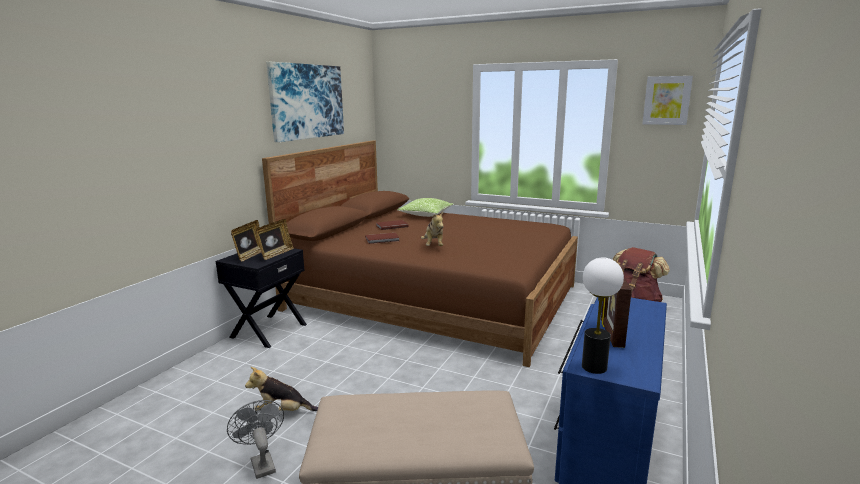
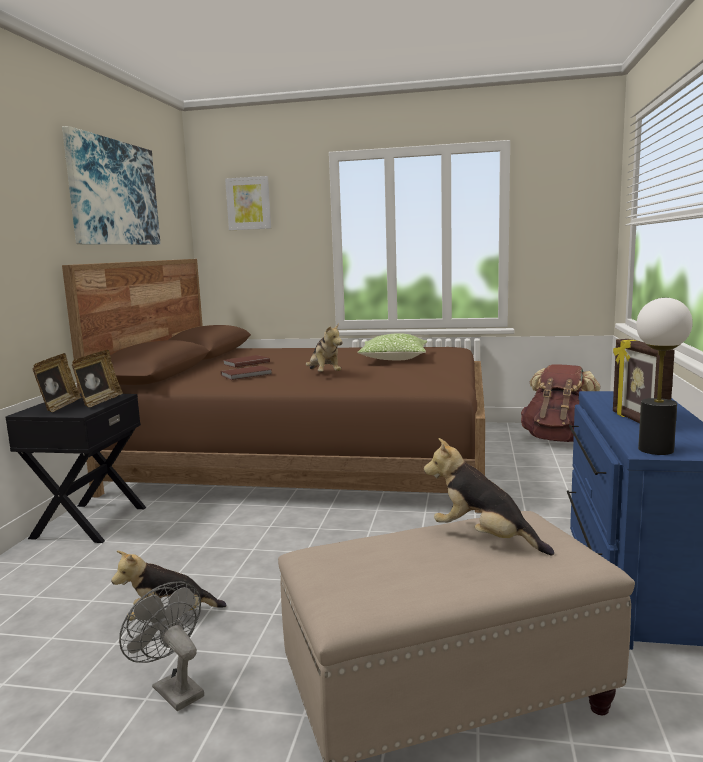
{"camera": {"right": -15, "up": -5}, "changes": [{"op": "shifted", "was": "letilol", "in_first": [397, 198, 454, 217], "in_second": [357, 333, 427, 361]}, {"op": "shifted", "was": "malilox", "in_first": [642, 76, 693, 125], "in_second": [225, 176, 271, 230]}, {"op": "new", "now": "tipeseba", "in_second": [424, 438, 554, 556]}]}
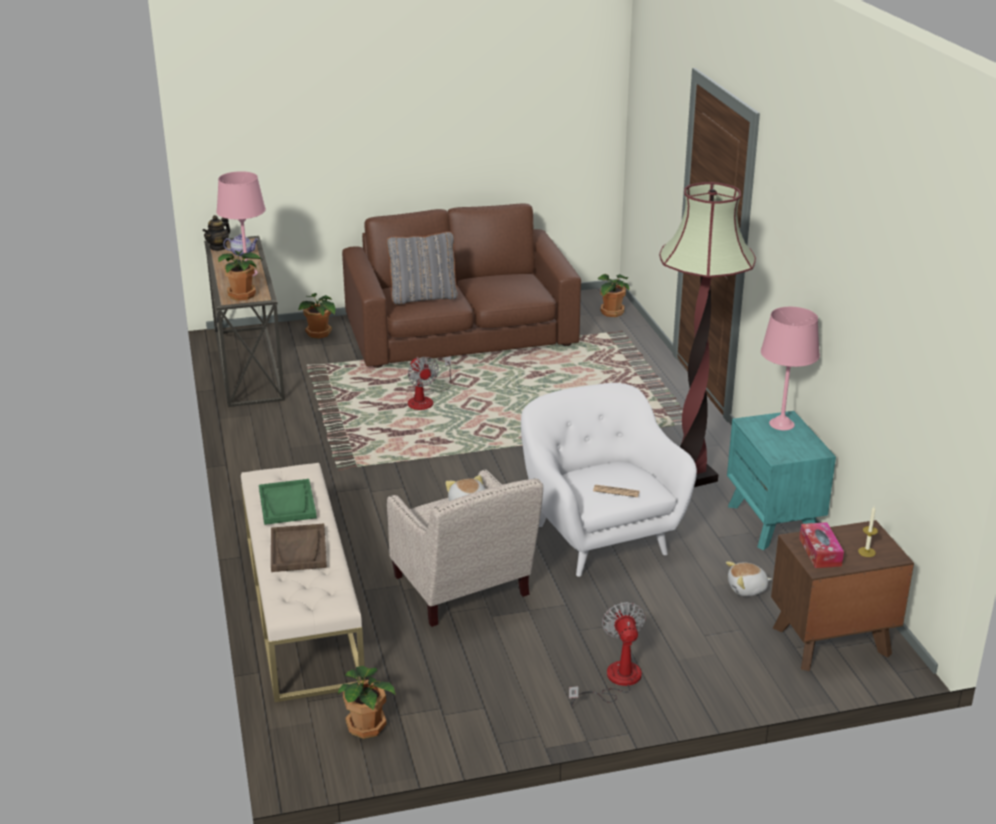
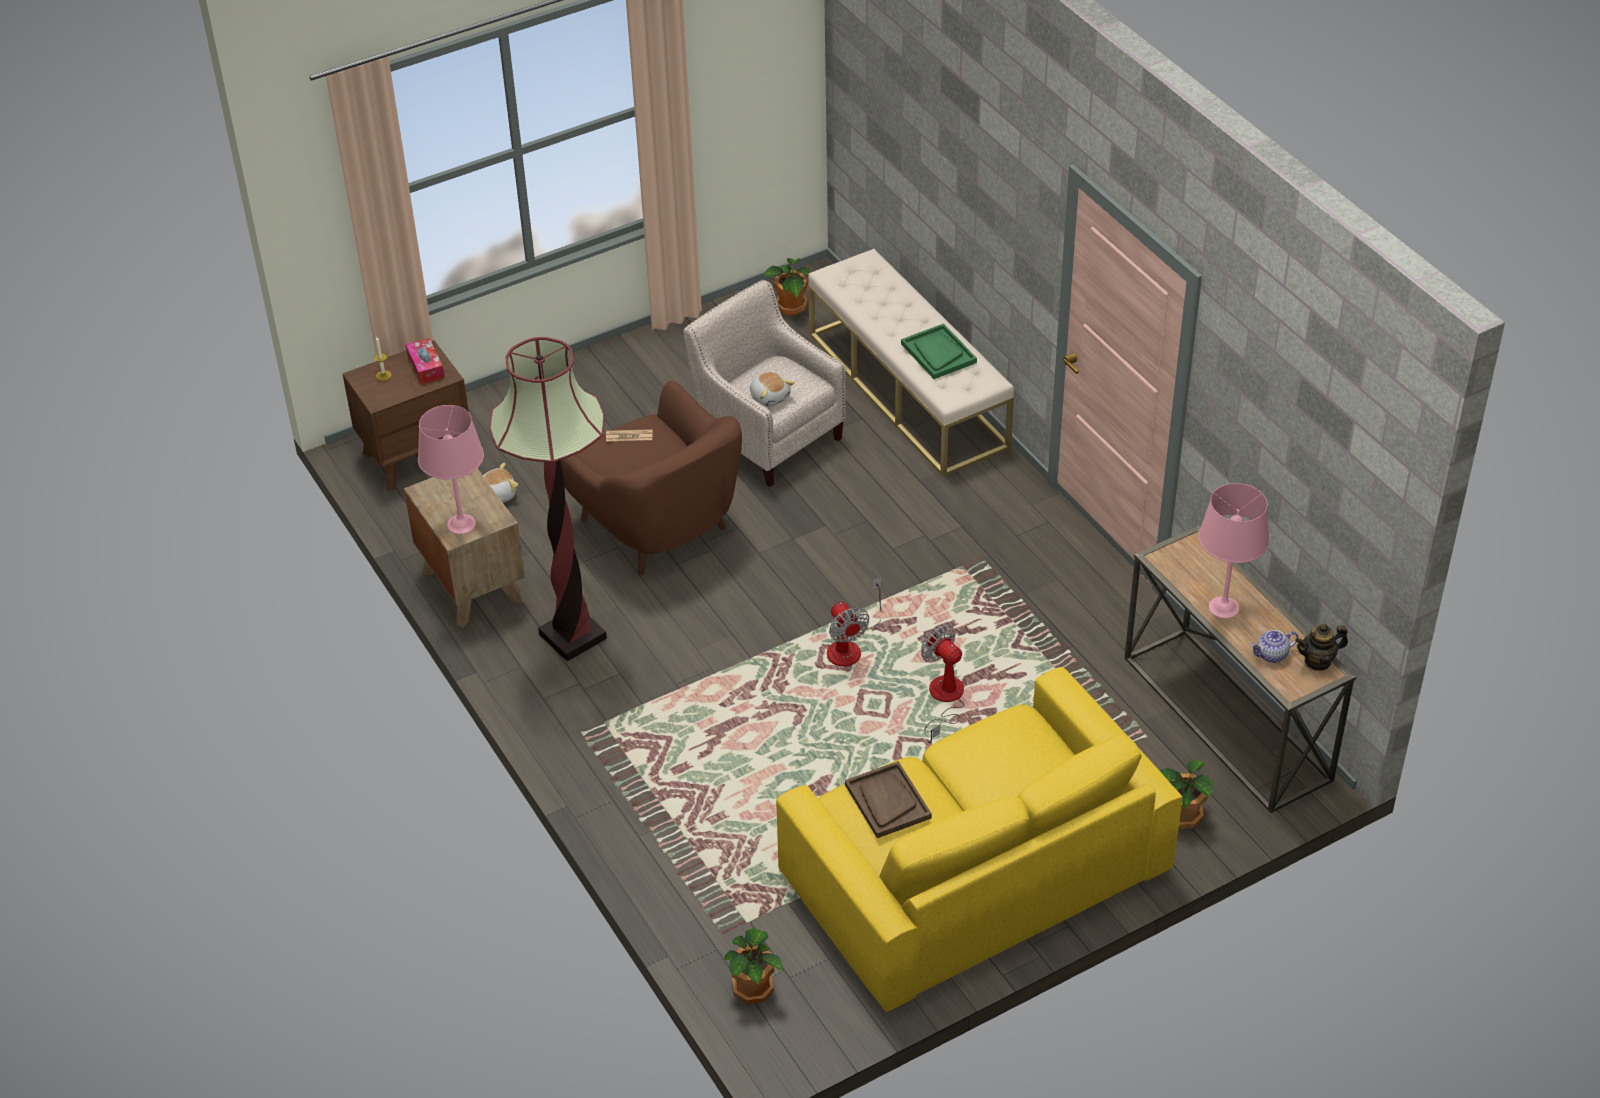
{"camera": {"right": 165, "up": 15}, "changes": [{"op": "rotated", "was": "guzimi", "in_first": [202, 215, 230, 251], "in_second": [1295, 624, 1348, 671], "clockwise": -120}, {"op": "gone", "was": "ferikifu", "in_first": [218, 250, 262, 301]}, {"op": "shifted", "was": "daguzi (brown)", "in_first": [271, 524, 327, 572], "in_second": [845, 761, 932, 838]}, {"op": "repainted", "was": "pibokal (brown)", "now": "pibokal (yellow)", "in_first": [342, 204, 581, 368], "in_second": [776, 667, 1183, 1012]}, {"op": "gone", "was": "letilol (grey)", "in_first": [387, 232, 458, 305]}, {"op": "repainted", "was": "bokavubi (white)", "now": "bokavubi (brown)", "in_first": [521, 383, 697, 577], "in_second": [560, 381, 742, 575]}, {"op": "shifted", "was": "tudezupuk", "in_first": [569, 602, 645, 707], "in_second": [827, 577, 882, 666]}, {"op": "repainted", "was": "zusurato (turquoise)", "now": "zusurato (brown)", "in_first": [727, 411, 836, 550], "in_second": [404, 469, 525, 627]}]}
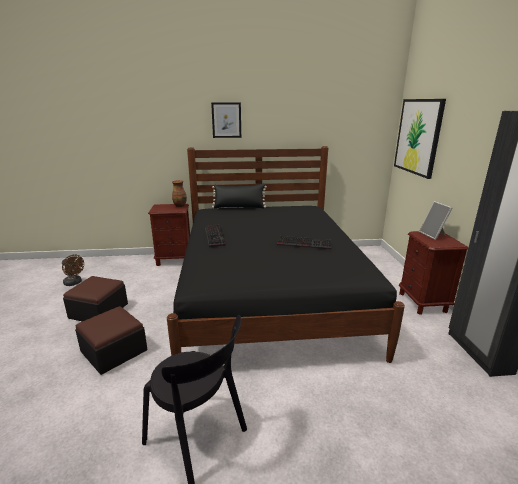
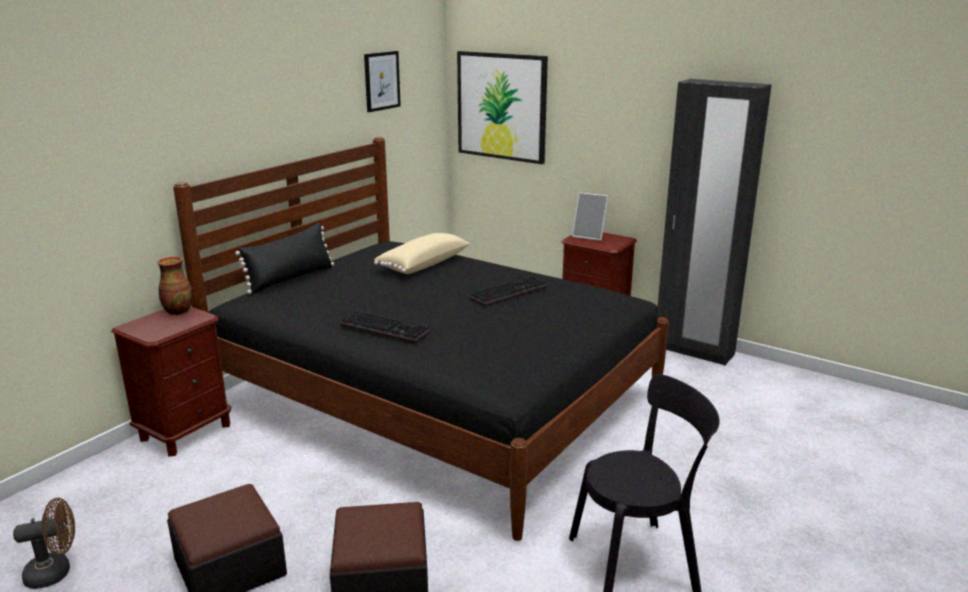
{"camera": {"right": -50, "up": 0}, "changes": [{"op": "shifted", "was": "malilox", "in_first": [211, 103, 241, 138], "in_second": [364, 51, 401, 112]}, {"op": "new", "now": "letilol (beige)", "in_second": [374, 233, 469, 274]}]}
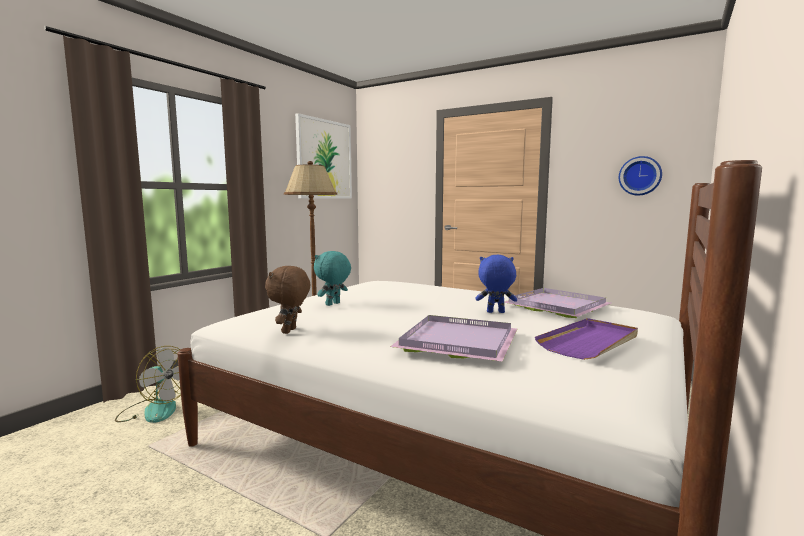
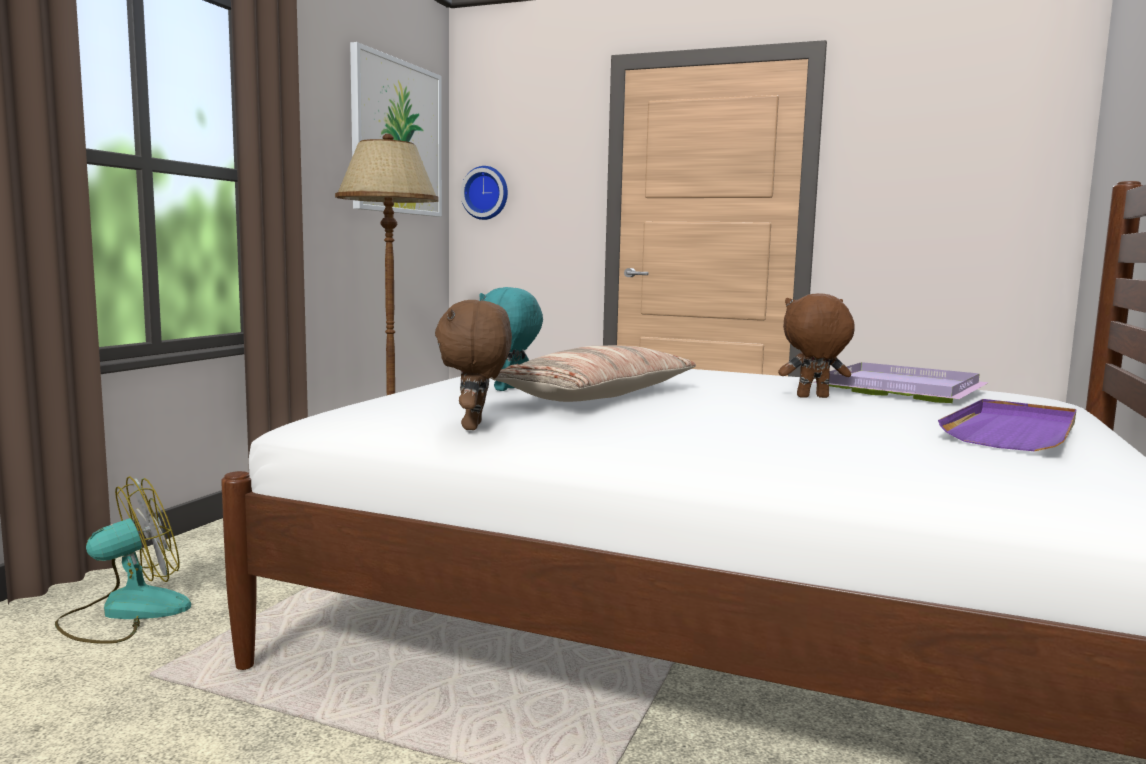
{"camera": {"right": -10, "up": 0}, "changes": [{"op": "rotated", "was": "tudezupuk", "in_first": [115, 346, 181, 423], "in_second": [55, 476, 191, 644], "clockwise": -60}, {"op": "gone", "was": "daguzi (purple)", "in_first": [390, 315, 517, 362]}, {"op": "repainted", "was": "tipeseba (blue)", "now": "tipeseba (brown)", "in_first": [476, 255, 517, 313], "in_second": [778, 293, 855, 398]}, {"op": "shifted", "was": "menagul", "in_first": [619, 156, 662, 196], "in_second": [461, 166, 508, 220]}, {"op": "new", "now": "letilol", "in_second": [490, 345, 696, 402]}]}
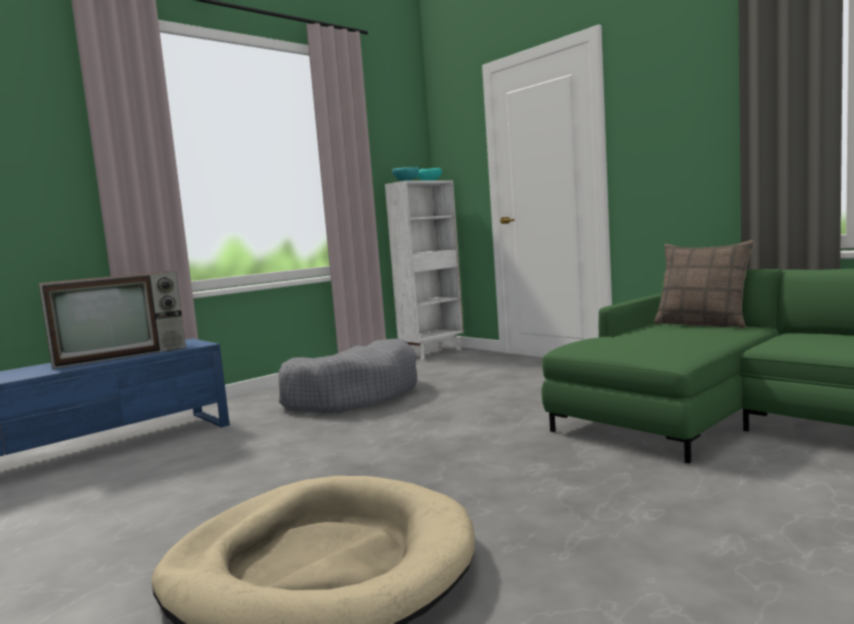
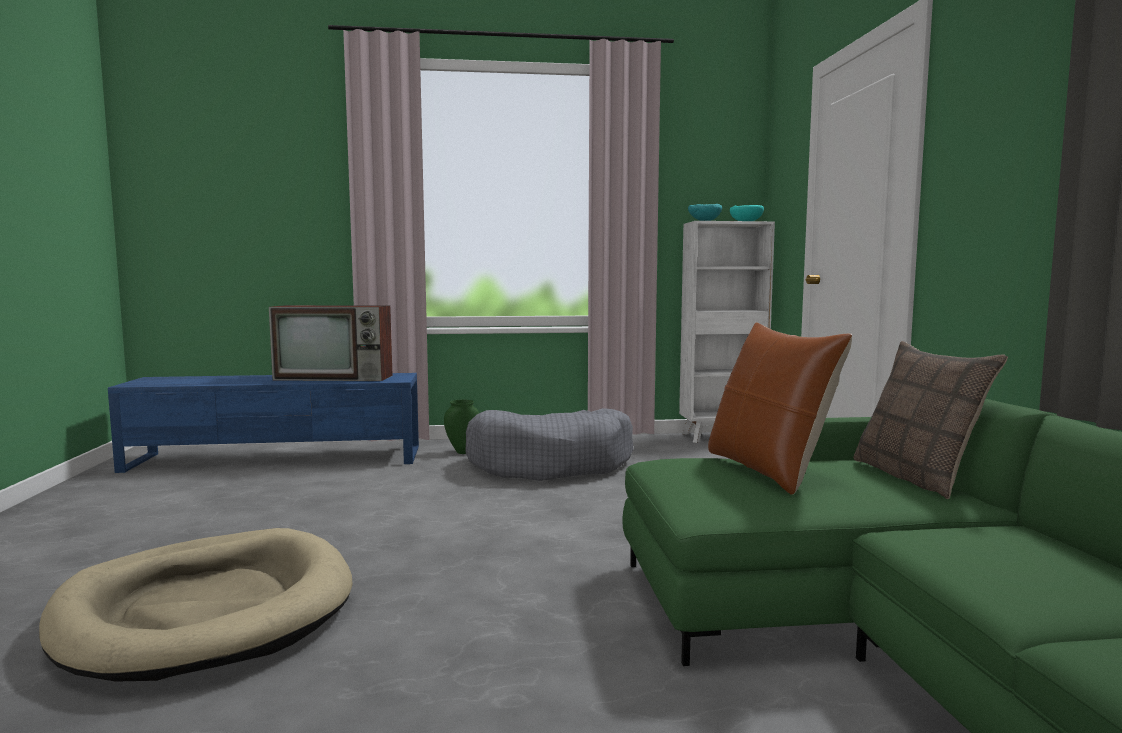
{"camera": {"right": 35, "up": 0}, "changes": [{"op": "new", "now": "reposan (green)", "in_second": [444, 400, 479, 454]}, {"op": "new", "now": "letilol (brown)", "in_second": [708, 322, 852, 495]}]}
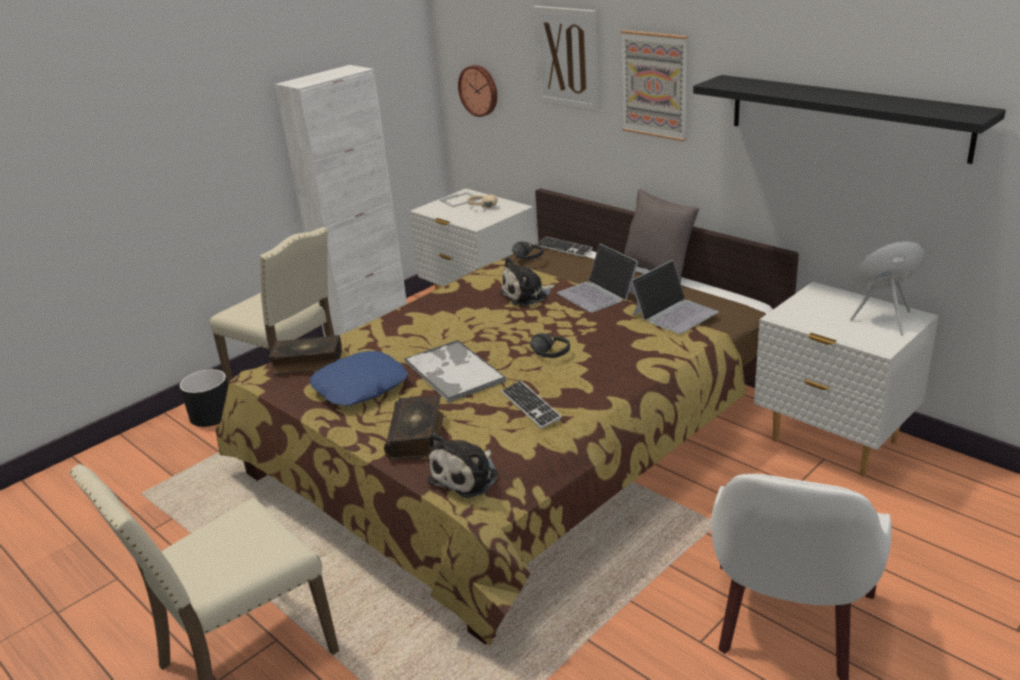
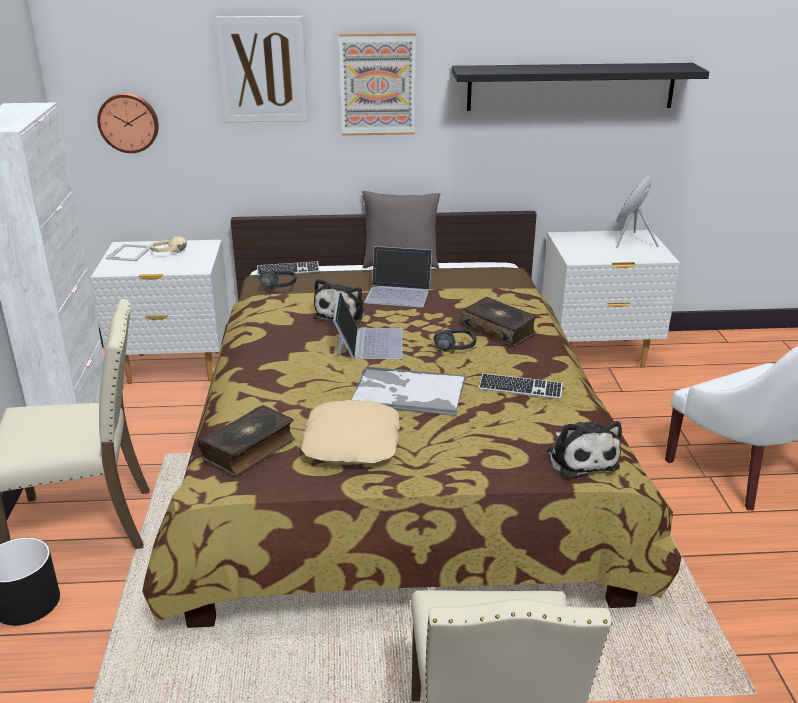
{"camera": {"right": -50, "up": 0}, "changes": [{"op": "repainted", "was": "letilol (blue)", "now": "letilol (beige)", "in_first": [310, 351, 408, 406], "in_second": [301, 400, 400, 465]}, {"op": "shifted", "was": "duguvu", "in_first": [384, 395, 443, 460], "in_second": [461, 297, 537, 347]}, {"op": "shifted", "was": "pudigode", "in_first": [631, 260, 719, 334], "in_second": [333, 291, 403, 359]}]}
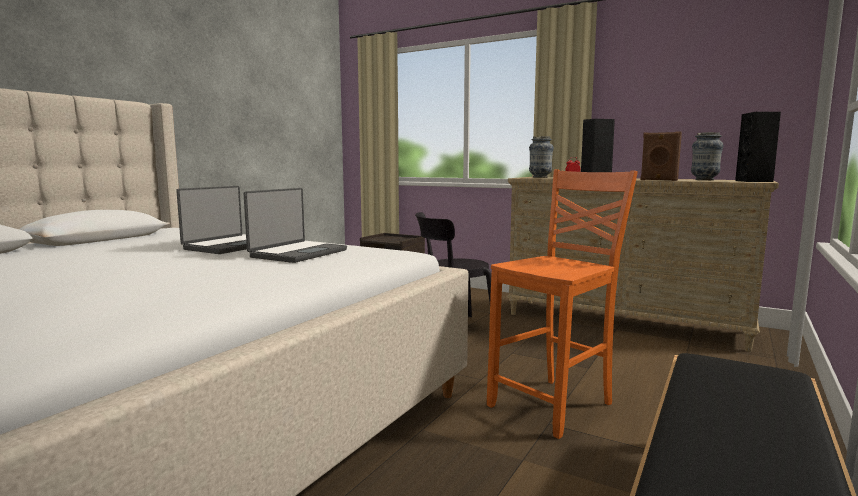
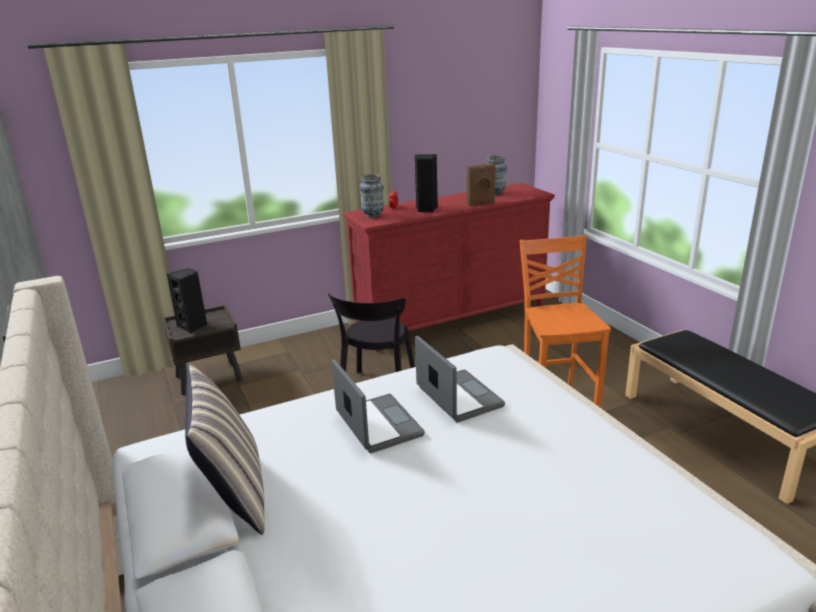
{"camera": {"right": -55, "up": 15}, "changes": [{"op": "repainted", "was": "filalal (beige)", "now": "filalal (red)", "in_first": [506, 177, 779, 352], "in_second": [343, 183, 555, 352]}, {"op": "shifted", "was": "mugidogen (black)", "in_first": [735, 112, 781, 182], "in_second": [167, 268, 207, 334]}, {"op": "new", "now": "letilol", "in_second": [185, 363, 265, 535]}]}
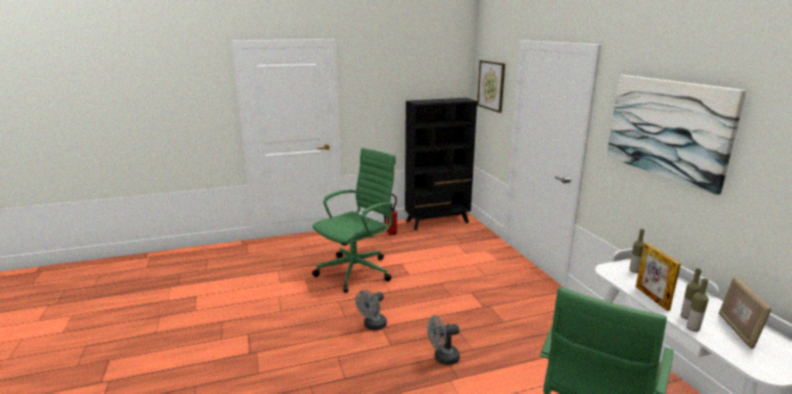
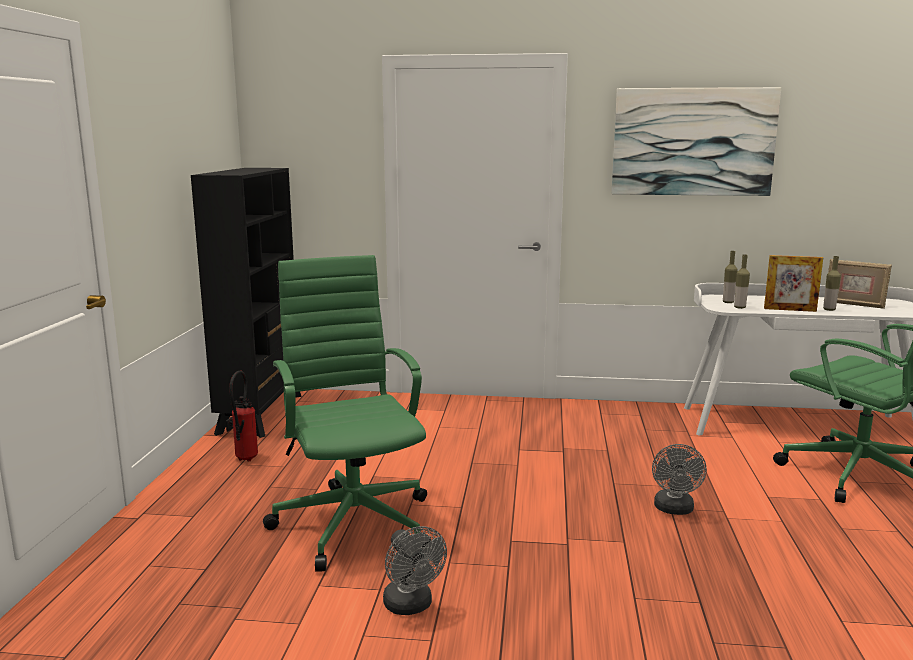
{"camera": {"right": -65, "up": -5}, "changes": [{"op": "shifted", "was": "tudezupuk (grey)", "in_first": [355, 290, 387, 330], "in_second": [383, 526, 447, 615]}, {"op": "gone", "was": "malilox", "in_first": [477, 60, 505, 113]}, {"op": "shifted", "was": "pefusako", "in_first": [687, 279, 709, 332], "in_second": [734, 254, 750, 309]}]}
